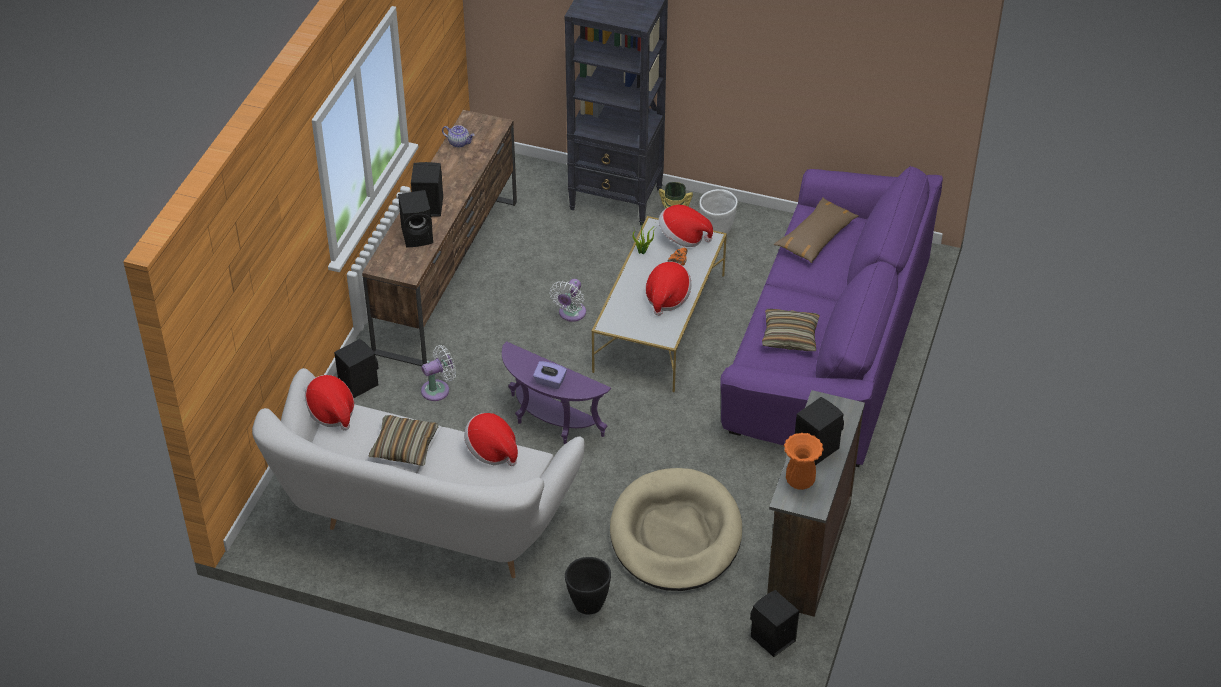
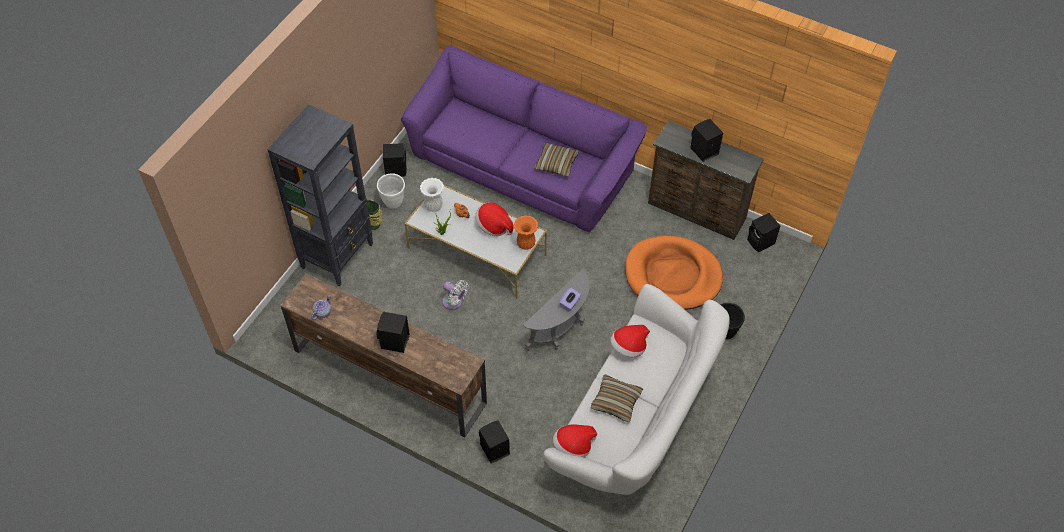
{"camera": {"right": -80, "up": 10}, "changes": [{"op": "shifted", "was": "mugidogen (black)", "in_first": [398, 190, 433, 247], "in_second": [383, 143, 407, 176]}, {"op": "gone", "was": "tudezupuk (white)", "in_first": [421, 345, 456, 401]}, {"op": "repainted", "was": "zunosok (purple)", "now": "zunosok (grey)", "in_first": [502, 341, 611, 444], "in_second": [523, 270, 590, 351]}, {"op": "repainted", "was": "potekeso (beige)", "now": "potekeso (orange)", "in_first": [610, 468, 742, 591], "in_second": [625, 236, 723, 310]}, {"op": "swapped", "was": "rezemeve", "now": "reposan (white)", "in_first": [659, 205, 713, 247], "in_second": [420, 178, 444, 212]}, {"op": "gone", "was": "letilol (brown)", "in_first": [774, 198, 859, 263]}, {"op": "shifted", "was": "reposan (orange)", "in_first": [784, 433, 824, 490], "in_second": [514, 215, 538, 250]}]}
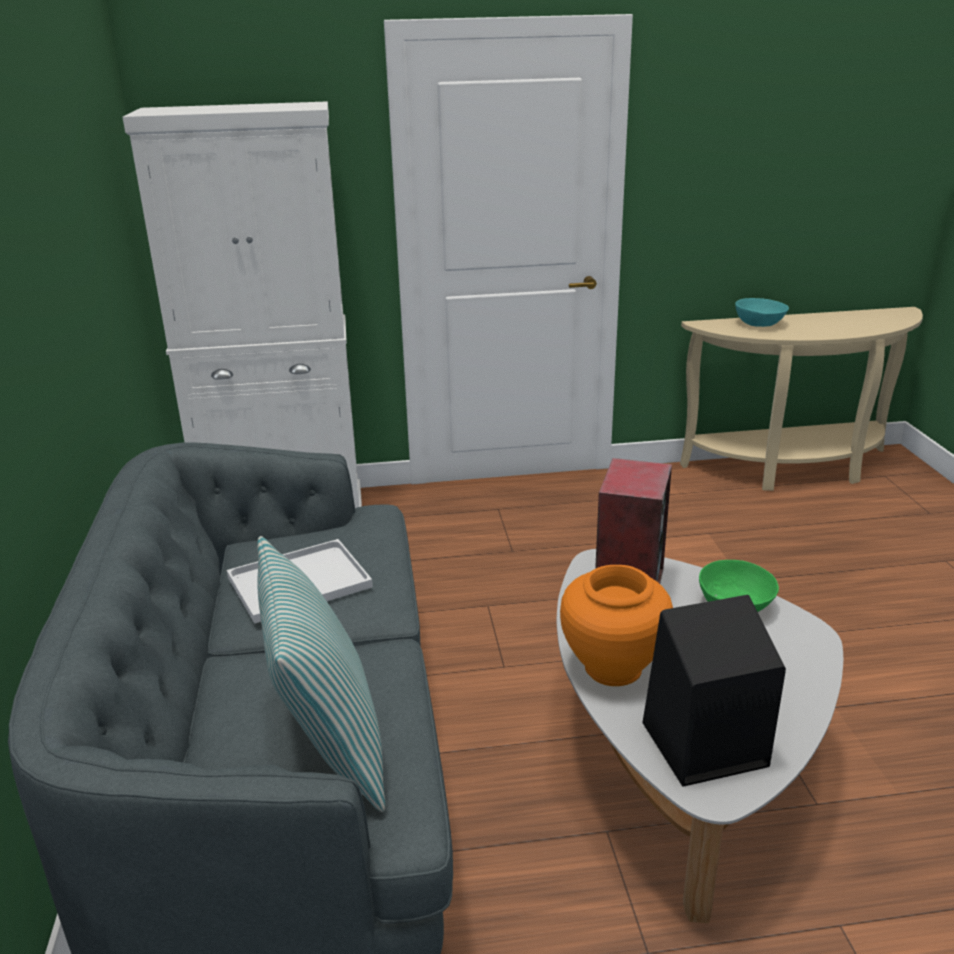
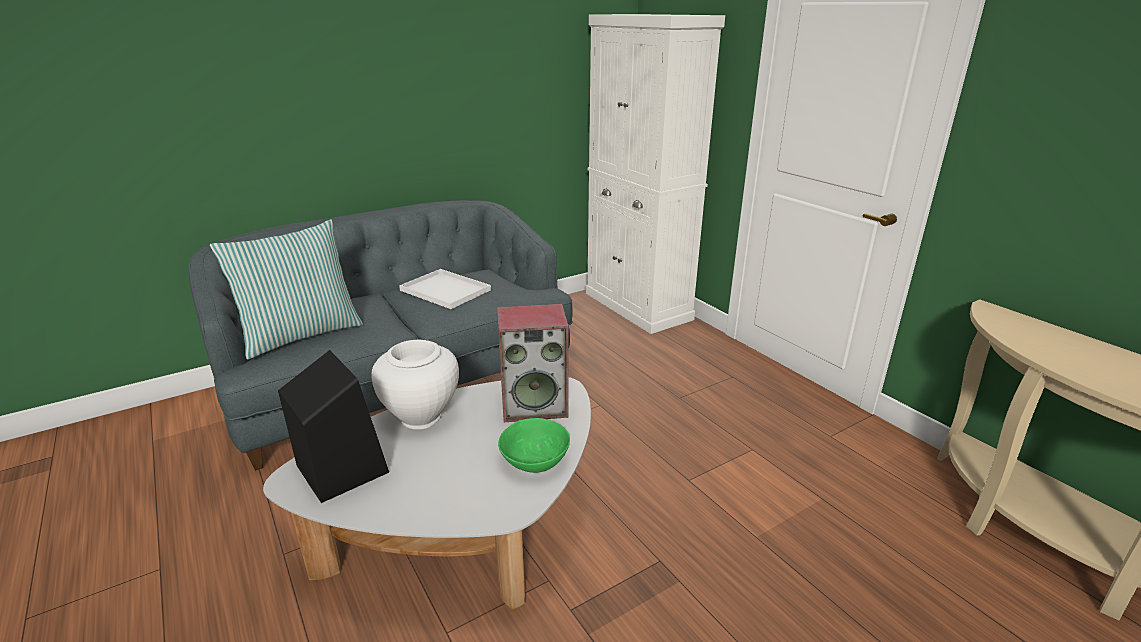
{"camera": {"right": 65, "up": 0}, "changes": [{"op": "repainted", "was": "reposan (orange)", "now": "reposan (white)", "in_first": [560, 565, 673, 686], "in_second": [371, 340, 459, 430]}, {"op": "gone", "was": "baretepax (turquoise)", "in_first": [735, 298, 789, 327]}]}
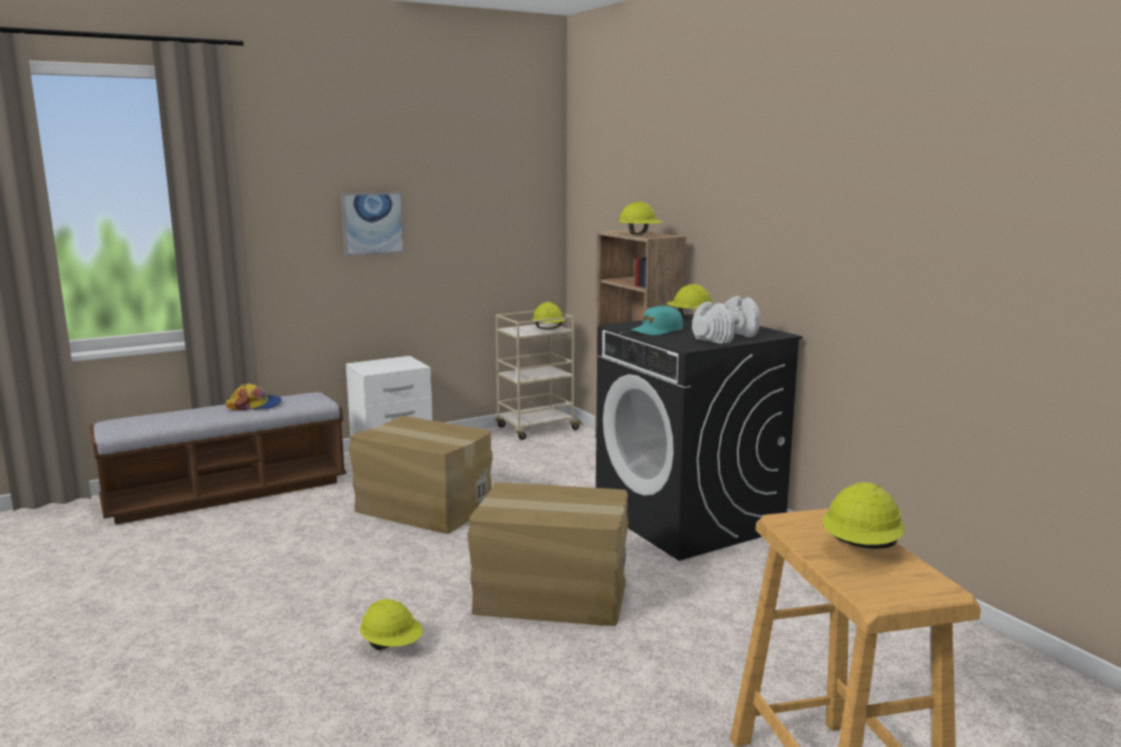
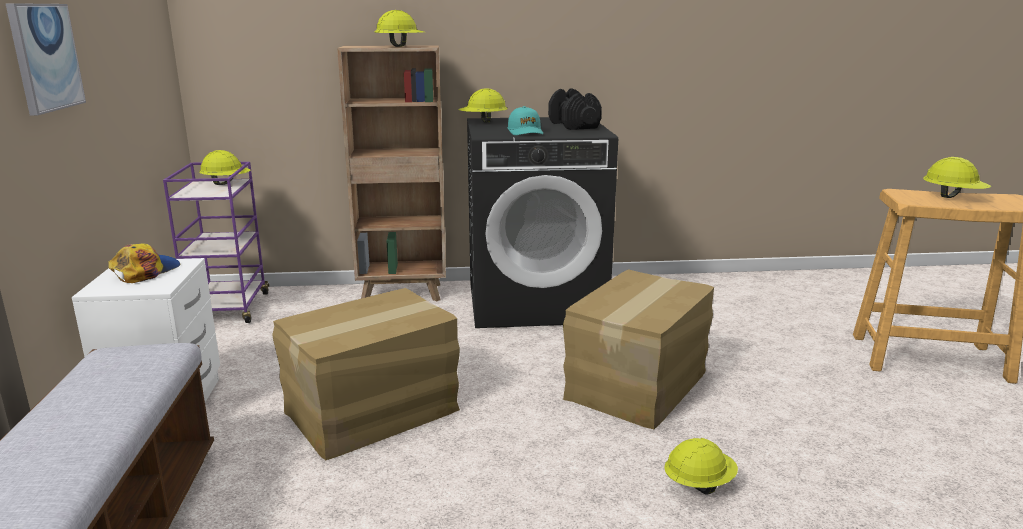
{"camera": {"right": -65, "up": 5}, "changes": [{"op": "shifted", "was": "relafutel", "in_first": [226, 383, 282, 411], "in_second": [108, 244, 180, 283]}, {"op": "repainted", "was": "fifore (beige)", "now": "fifore (purple)", "in_first": [496, 311, 583, 440], "in_second": [163, 162, 269, 323]}, {"op": "repainted", "was": "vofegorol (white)", "now": "vofegorol (black)", "in_first": [692, 296, 760, 344], "in_second": [548, 88, 602, 130]}]}
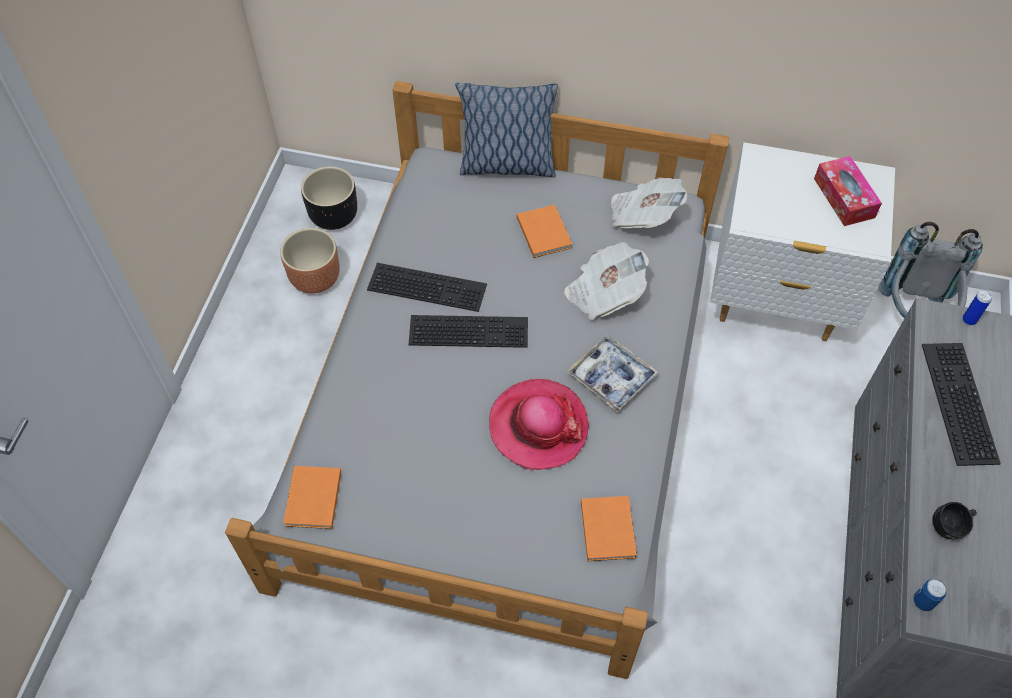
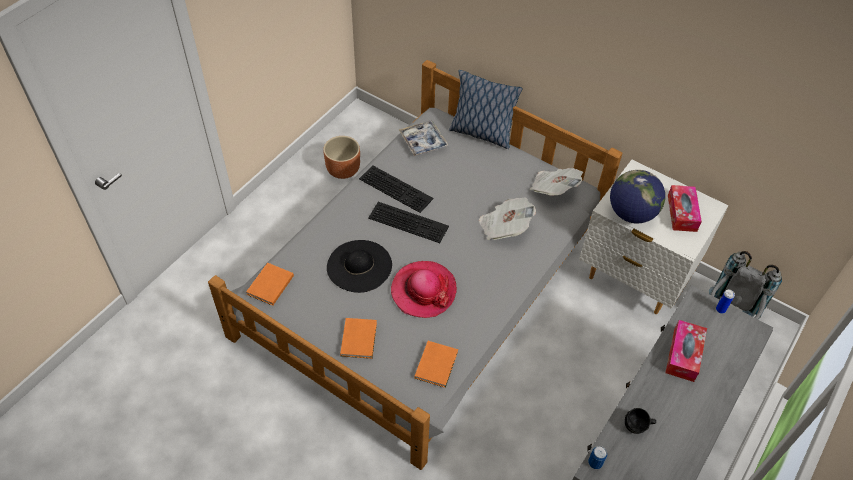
{"camera": {"right": 20, "up": -5}, "changes": [{"op": "gone", "was": "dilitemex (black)", "in_first": [301, 166, 357, 230]}, {"op": "shifted", "was": "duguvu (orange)", "in_first": [517, 205, 572, 258], "in_second": [340, 318, 377, 359]}, {"op": "shifted", "was": "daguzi", "in_first": [567, 335, 659, 412], "in_second": [399, 120, 449, 156]}, {"op": "swapped", "was": "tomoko", "now": "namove", "in_first": [922, 343, 1001, 466], "in_second": [665, 320, 707, 382]}, {"op": "new", "now": "rezemeve (black)", "in_second": [327, 240, 392, 293]}, {"op": "new", "now": "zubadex", "in_second": [610, 170, 665, 223]}]}
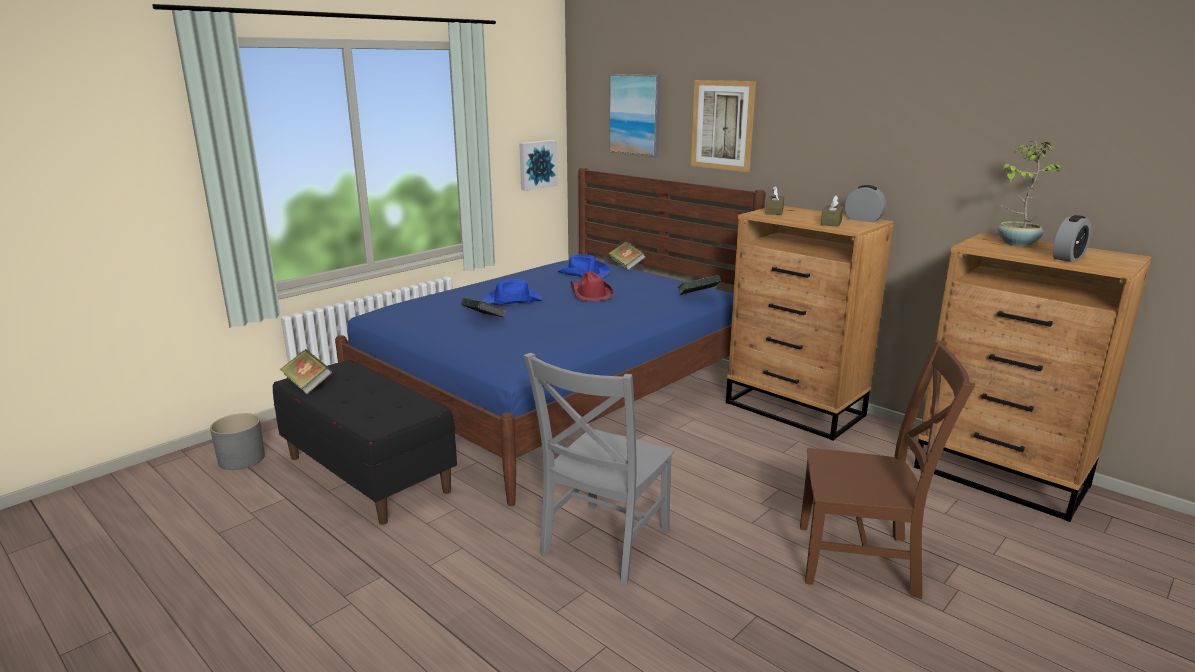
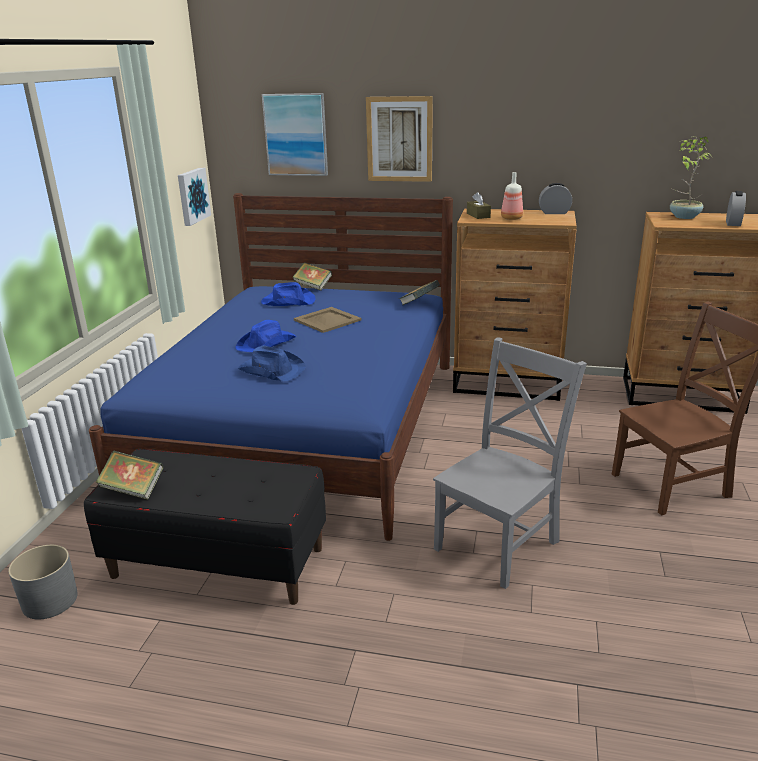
{"camera": {"right": -30, "up": 5}, "changes": [{"op": "swapped", "was": "duguvu", "now": "rezemeve (blue)", "in_first": [461, 297, 506, 317], "in_second": [238, 345, 306, 382]}, {"op": "rotated", "was": "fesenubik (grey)", "in_first": [523, 353, 674, 585], "in_second": [433, 337, 587, 589], "clockwise": -135}, {"op": "swapped", "was": "rezemeve (red)", "now": "daguzi (beige)", "in_first": [571, 272, 614, 301], "in_second": [294, 307, 361, 333]}, {"op": "gone", "was": "namove (brown)", "in_first": [821, 195, 843, 227]}, {"op": "new", "now": "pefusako", "in_second": [501, 172, 523, 220]}]}
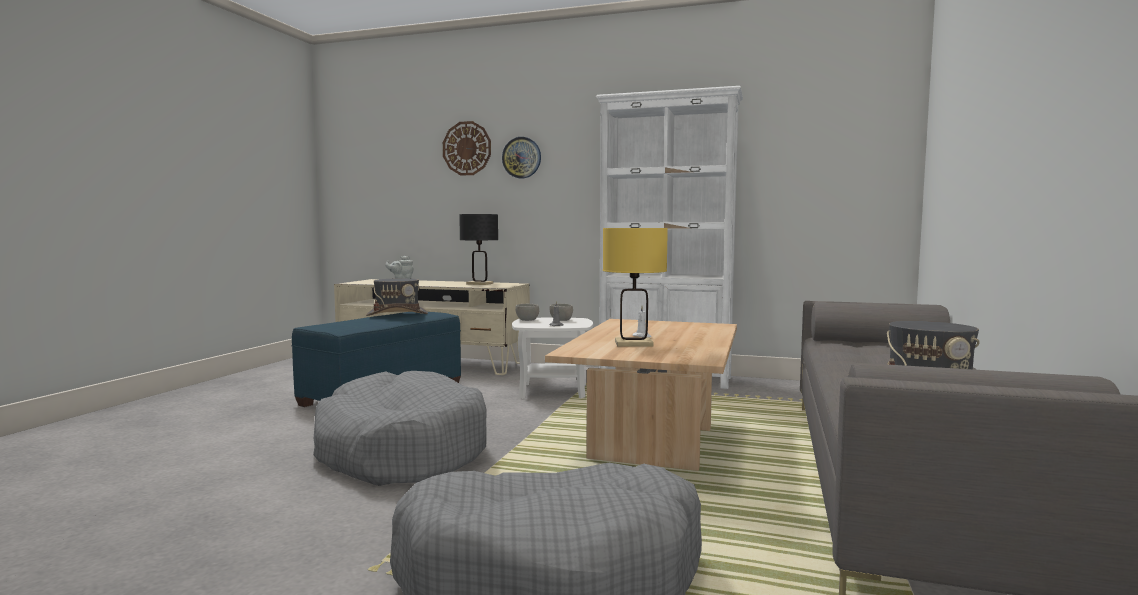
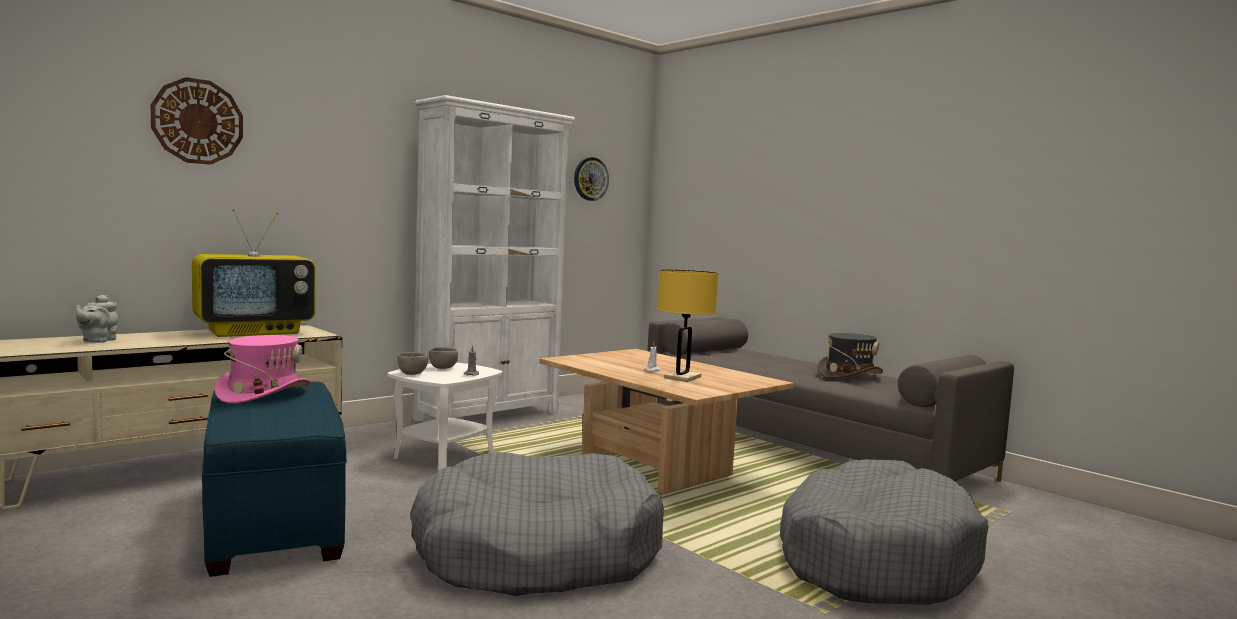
{"camera": {"right": -60, "up": 0}, "changes": [{"op": "repainted", "was": "rezemeve (grey)", "now": "rezemeve (pink)", "in_first": [366, 278, 428, 316], "in_second": [215, 335, 311, 404]}, {"op": "swapped", "was": "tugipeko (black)", "now": "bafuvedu", "in_first": [459, 214, 498, 285], "in_second": [192, 209, 316, 337]}, {"op": "shifted", "was": "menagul", "in_first": [502, 137, 541, 178], "in_second": [574, 157, 609, 201]}]}
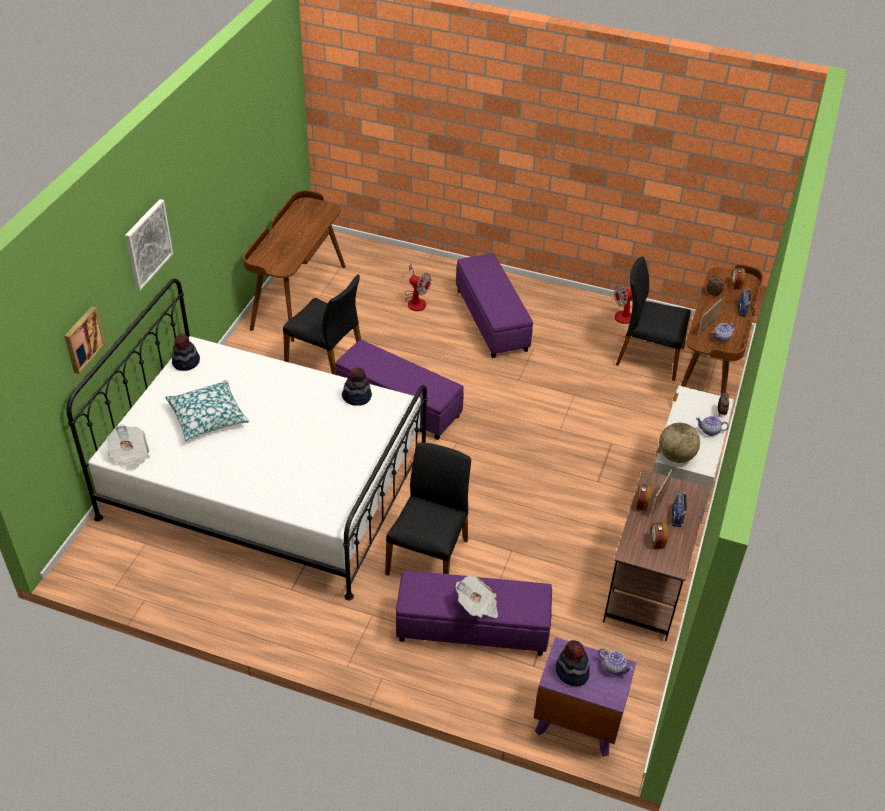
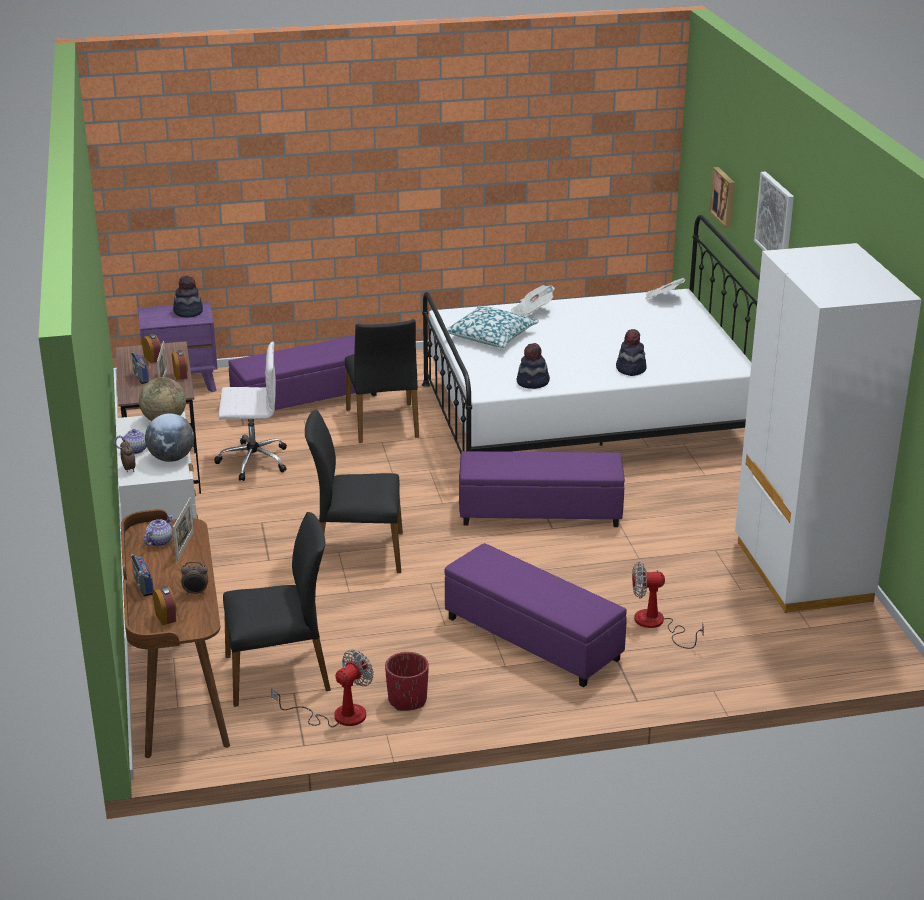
{"camera": {"right": 150, "up": -15}, "changes": [{"op": "shifted", "was": "letilol", "in_first": [165, 380, 249, 441], "in_second": [446, 306, 539, 348]}, {"op": "shifted", "was": "rezemeve", "in_first": [172, 333, 200, 371], "in_second": [616, 329, 647, 376]}, {"op": "swapped", "was": "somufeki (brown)", "now": "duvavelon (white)", "in_first": [243, 190, 346, 342], "in_second": [735, 243, 921, 613]}, {"op": "shifted", "was": "fesenubik (black)", "in_first": [283, 274, 361, 375], "in_second": [305, 410, 403, 573]}, {"op": "shifted", "was": "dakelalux", "in_first": [456, 576, 498, 618], "in_second": [511, 285, 555, 316]}, {"op": "gone", "was": "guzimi", "in_first": [599, 648, 633, 675]}, {"op": "new", "now": "zubadex", "in_second": [145, 413, 194, 462]}, {"op": "new", "now": "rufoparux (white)", "in_second": [214, 341, 287, 481]}, {"op": "new", "now": "dilitemex (red)", "in_second": [385, 652, 429, 711]}]}
